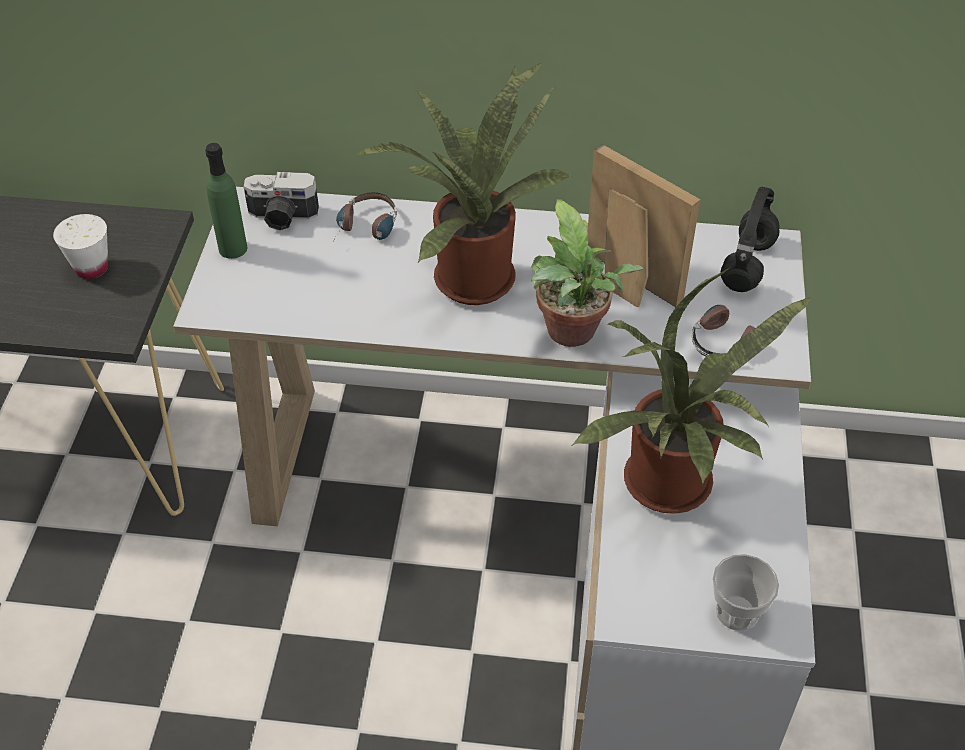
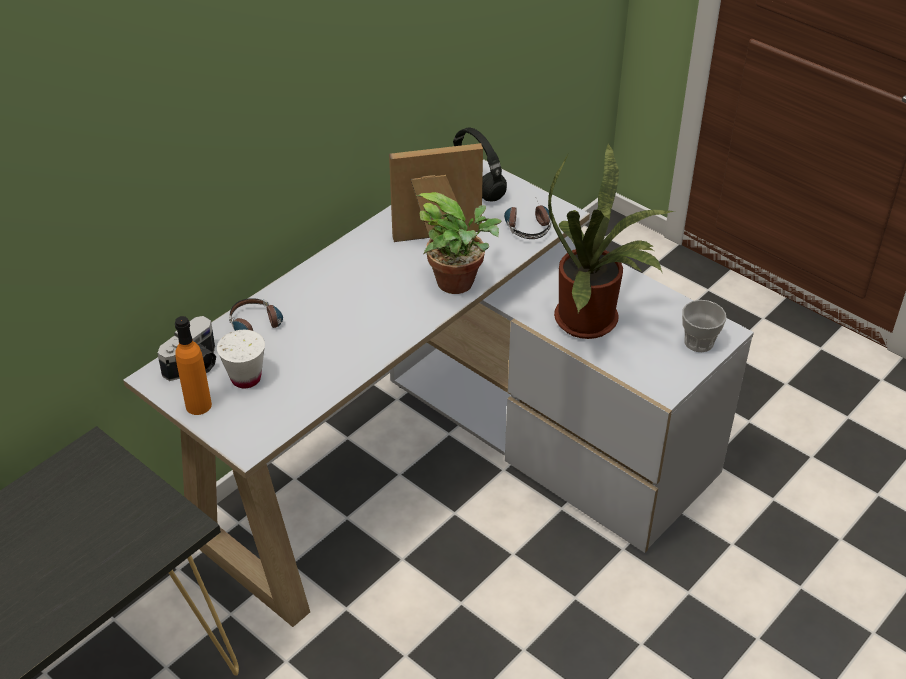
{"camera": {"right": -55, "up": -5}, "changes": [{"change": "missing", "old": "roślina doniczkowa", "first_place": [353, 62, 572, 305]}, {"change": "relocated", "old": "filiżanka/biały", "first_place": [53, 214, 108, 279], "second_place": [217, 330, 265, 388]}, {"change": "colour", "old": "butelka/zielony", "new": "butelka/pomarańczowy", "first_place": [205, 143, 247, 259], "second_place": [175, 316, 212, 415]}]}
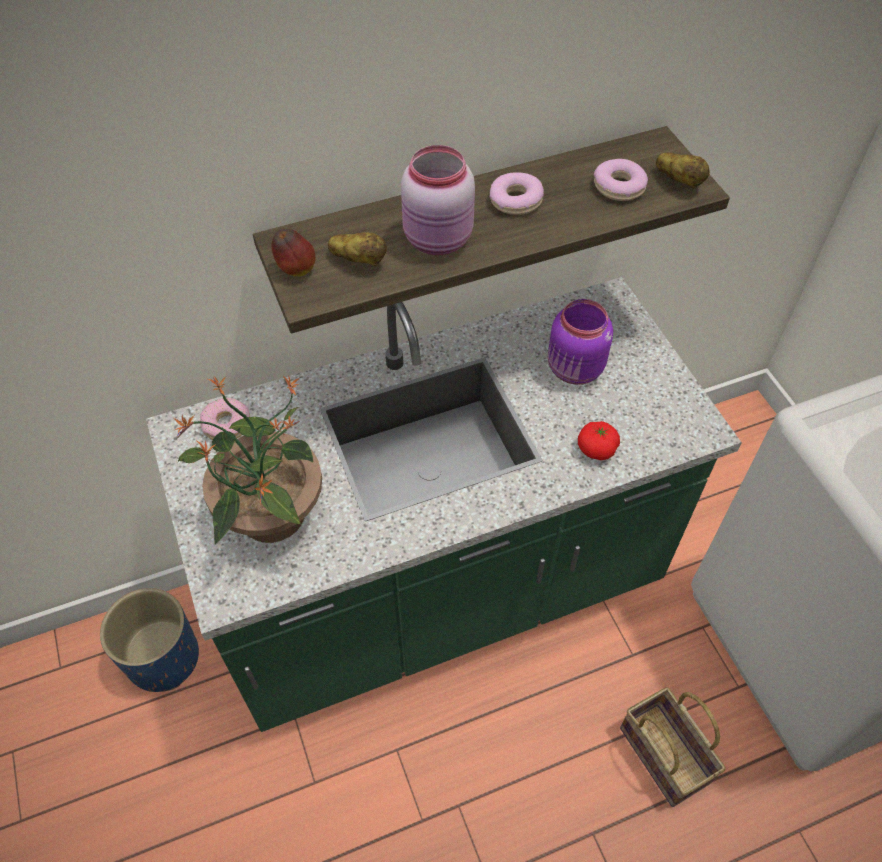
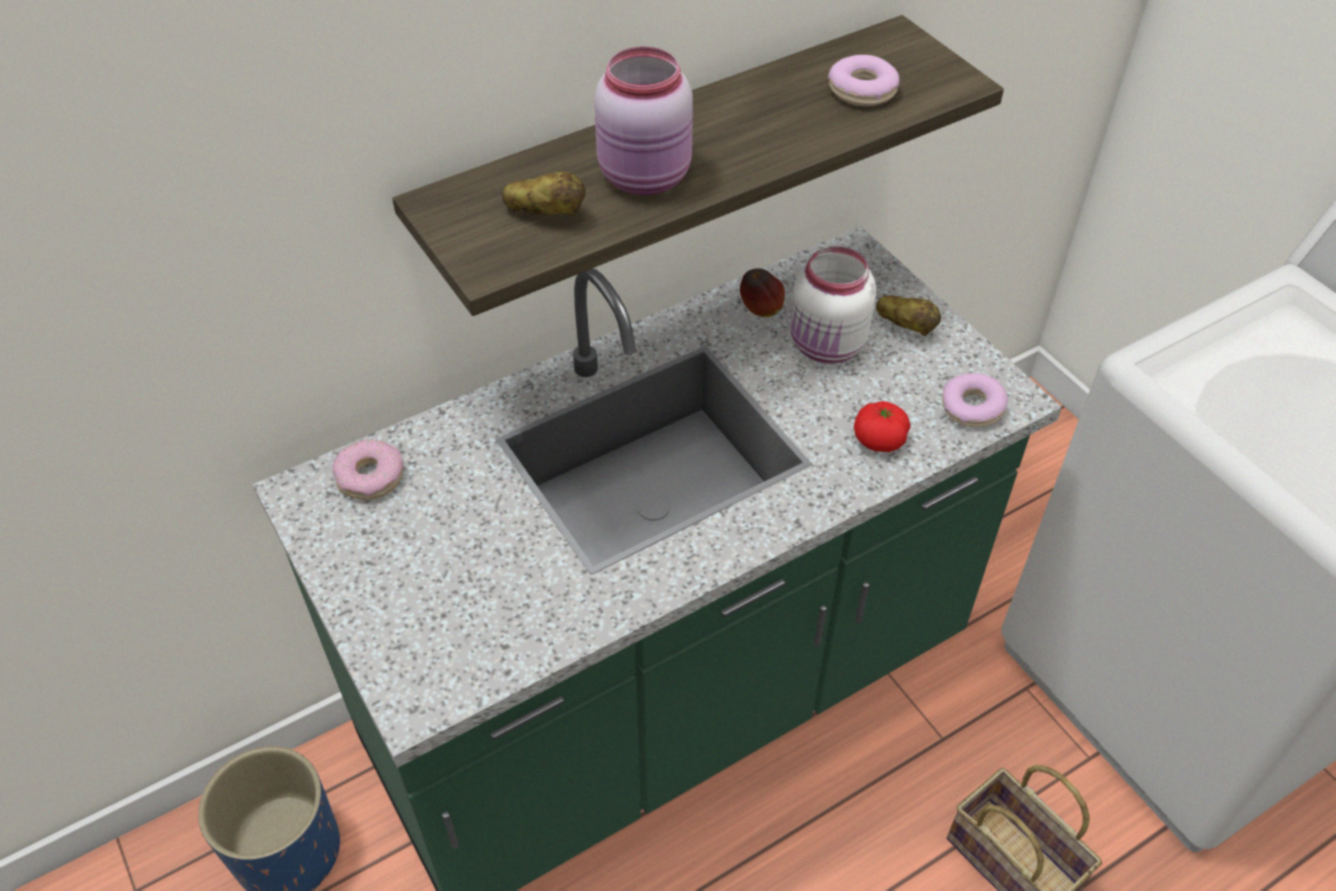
{"camera": {"right": -10, "up": -5}, "changes": [{"change": "missing", "old": "roślina doniczkowa", "first_place": [174, 375, 322, 545]}, {"change": "relocated", "old": "jabłko", "first_place": [271, 229, 316, 277], "second_place": [740, 268, 785, 317]}, {"change": "relocated", "old": "donut", "first_place": [489, 172, 544, 215], "second_place": [942, 373, 1008, 427]}, {"change": "relocated", "old": "ziemniak", "first_place": [656, 153, 710, 188], "second_place": [876, 295, 941, 336]}, {"change": "colour", "old": "słoik/fioletowy", "new": "słoik/biały", "first_place": [548, 299, 613, 385], "second_place": [790, 246, 876, 364]}]}
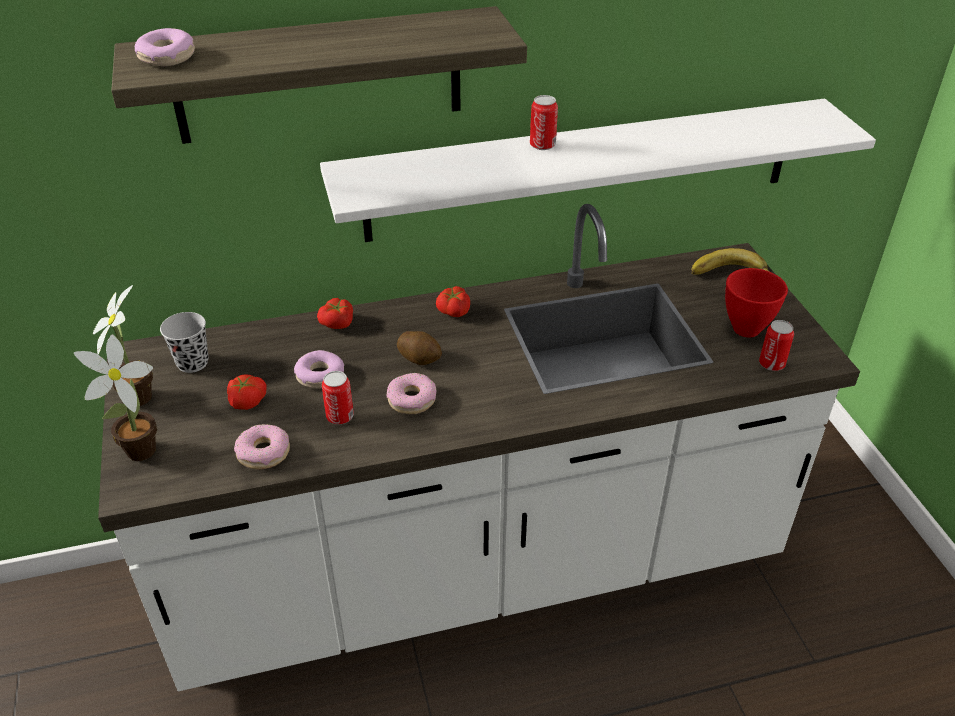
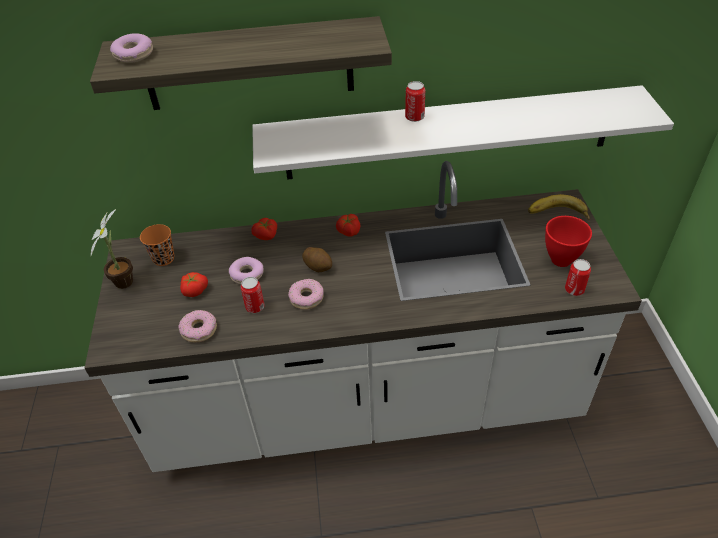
{"camera": {"right": 10, "up": 5}, "changes": [{"change": "missing", "old": "roślina doniczkowa", "first_place": [73, 334, 157, 461]}, {"change": "colour", "old": "filiżanka/czarny", "new": "filiżanka/pomarańczowy", "first_place": [160, 312, 208, 373], "second_place": [140, 224, 174, 266]}]}
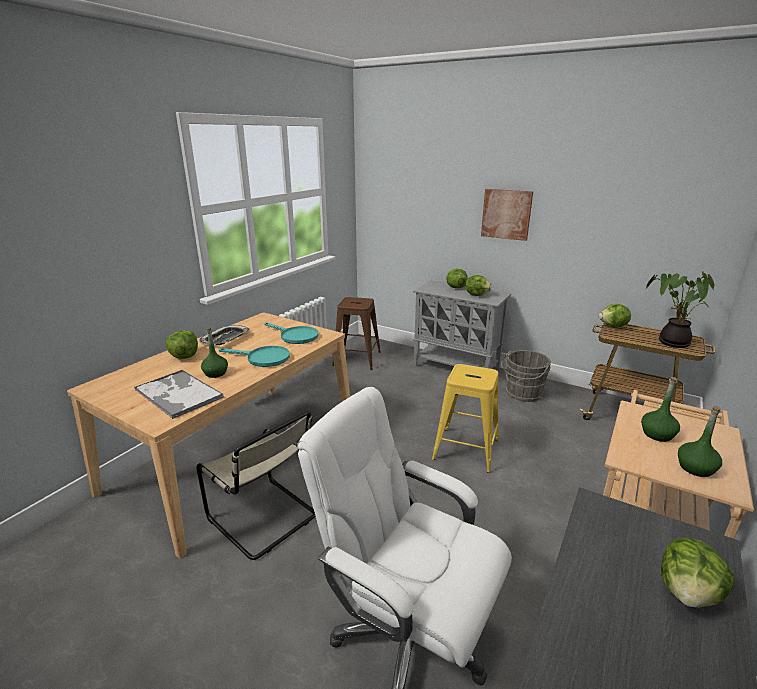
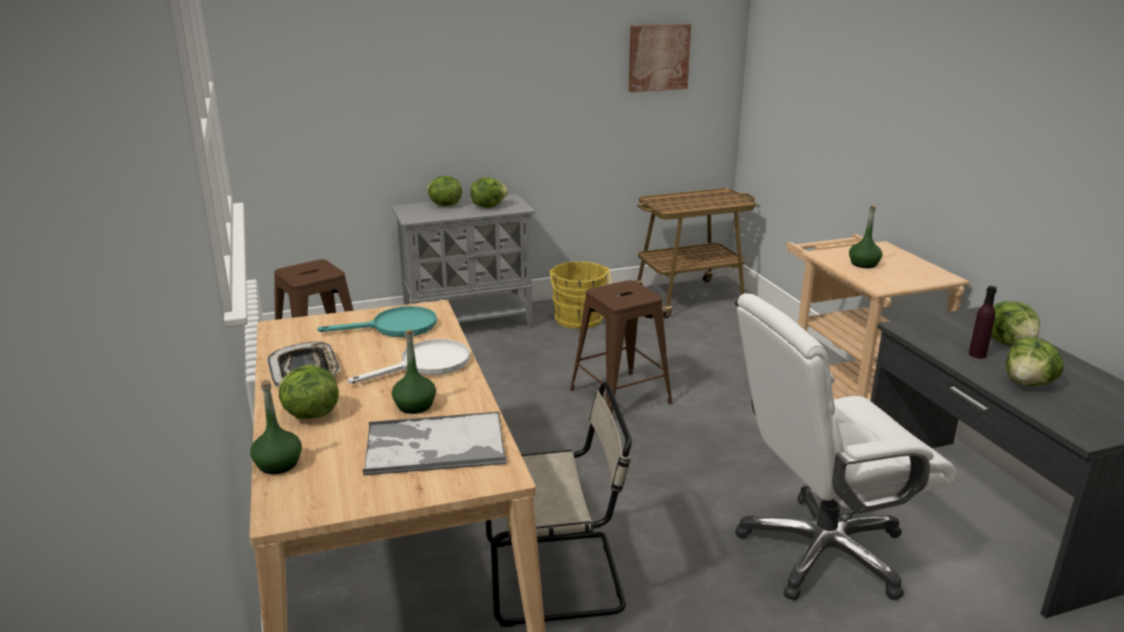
{"camera": {"right": -50, "up": 0}, "changes": [{"change": "missing", "old": "roślina doniczkowa", "first_place": [646, 271, 714, 348]}, {"change": "appeared", "new": "butelka/fioletowy", "second_place": [969, 286, 997, 359]}, {"change": "relocated", "old": "obraz", "first_place": [481, 189, 533, 241], "second_place": [629, 24, 691, 92]}, {"change": "relocated", "old": "sałata", "first_place": [599, 304, 631, 327], "second_place": [1006, 337, 1064, 386]}, {"change": "relocated", "old": "butelka/zielony", "first_place": [678, 406, 722, 477], "second_place": [250, 380, 302, 474]}, {"change": "colour", "old": "patelnia/turkusowy", "new": "patelnia/biały", "first_place": [219, 346, 290, 367], "second_place": [348, 339, 470, 384]}, {"change": "colour", "old": "stołek/żółty", "new": "stołek/brązowy", "first_place": [432, 364, 499, 473], "second_place": [570, 280, 672, 414]}, {"change": "colour", "old": "wiadro/szary", "new": "wiadro/żółty", "first_place": [501, 350, 551, 402], "second_place": [550, 261, 611, 329]}]}
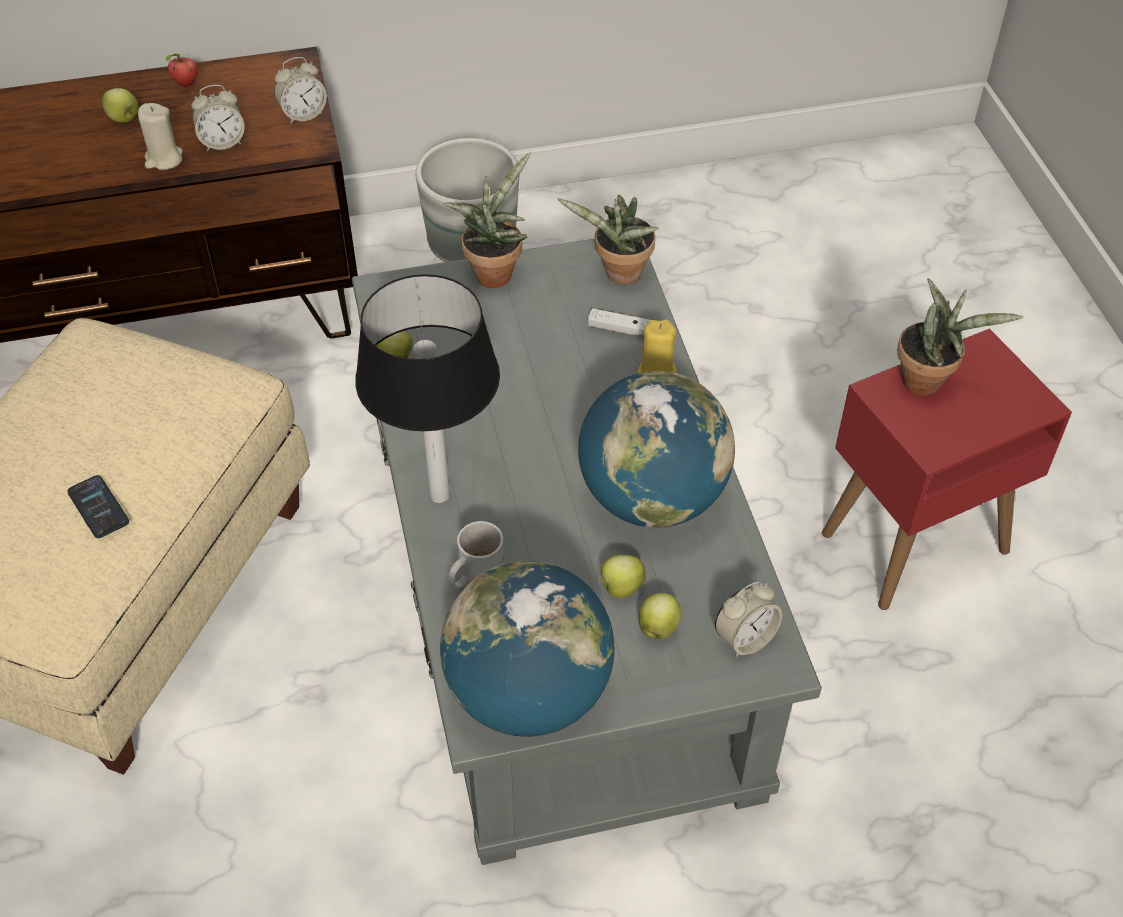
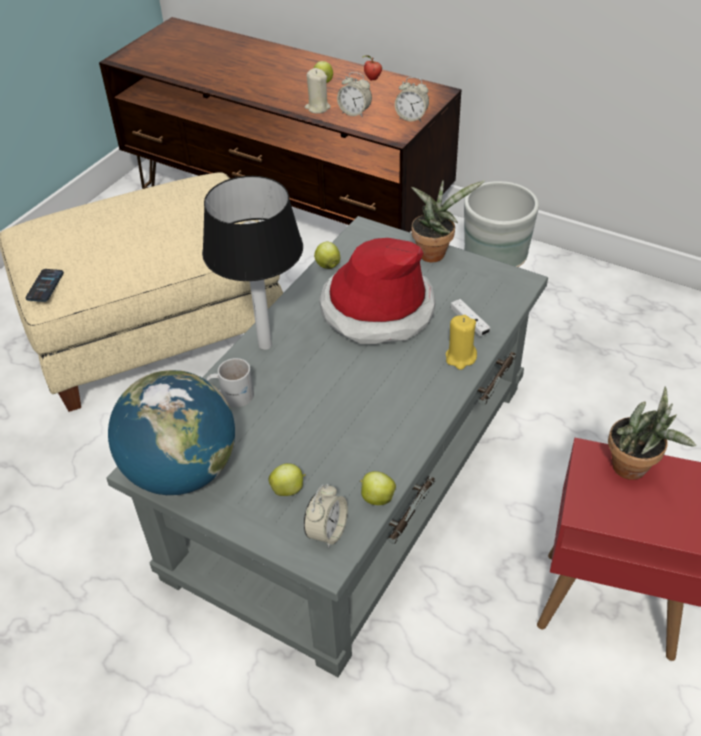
{"camera": {"right": 45, "up": -5}, "changes": [{"change": "missing", "old": "roślina doniczkowa", "first_place": [557, 195, 659, 284]}, {"change": "missing", "old": "globus", "first_place": [578, 371, 735, 528]}, {"change": "appeared", "new": "kapelusz", "second_place": [319, 238, 436, 344]}, {"change": "relocated", "old": "telefon", "first_place": [67, 475, 129, 538], "second_place": [25, 269, 64, 302]}, {"change": "relocated", "old": "jabłko", "first_place": [597, 555, 645, 598], "second_place": [360, 471, 396, 505]}, {"change": "spun", "old": "budzik", "first_place": [715, 581, 782, 657], "second_place": [304, 484, 348, 548], "degrees": -75}]}
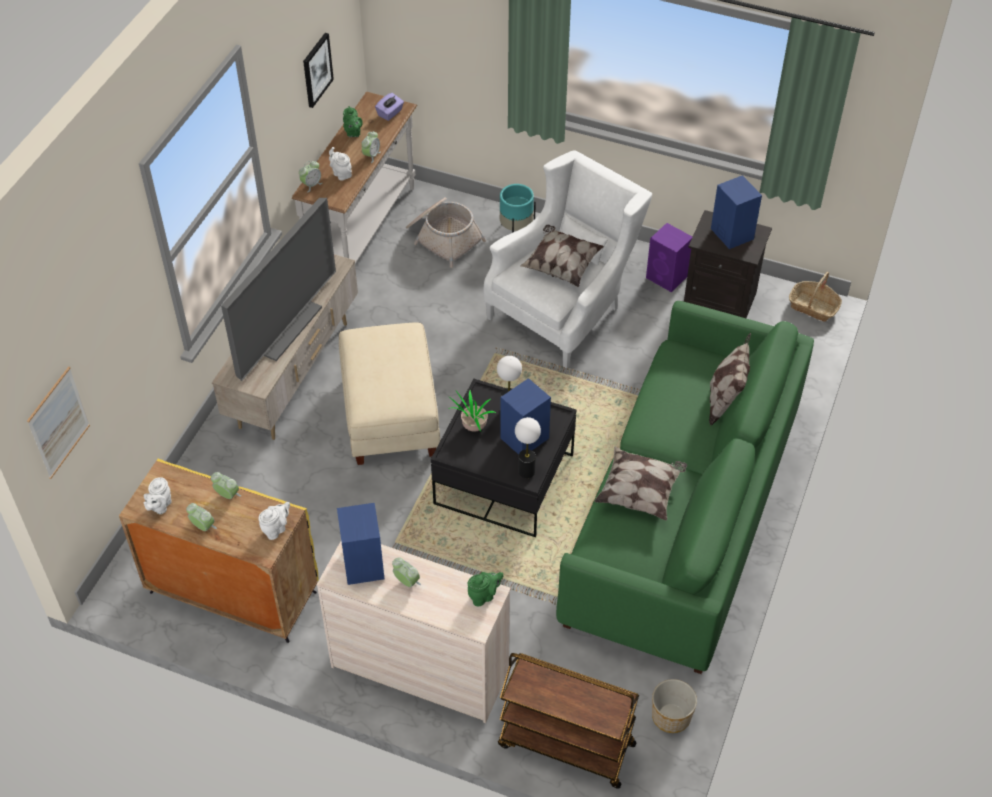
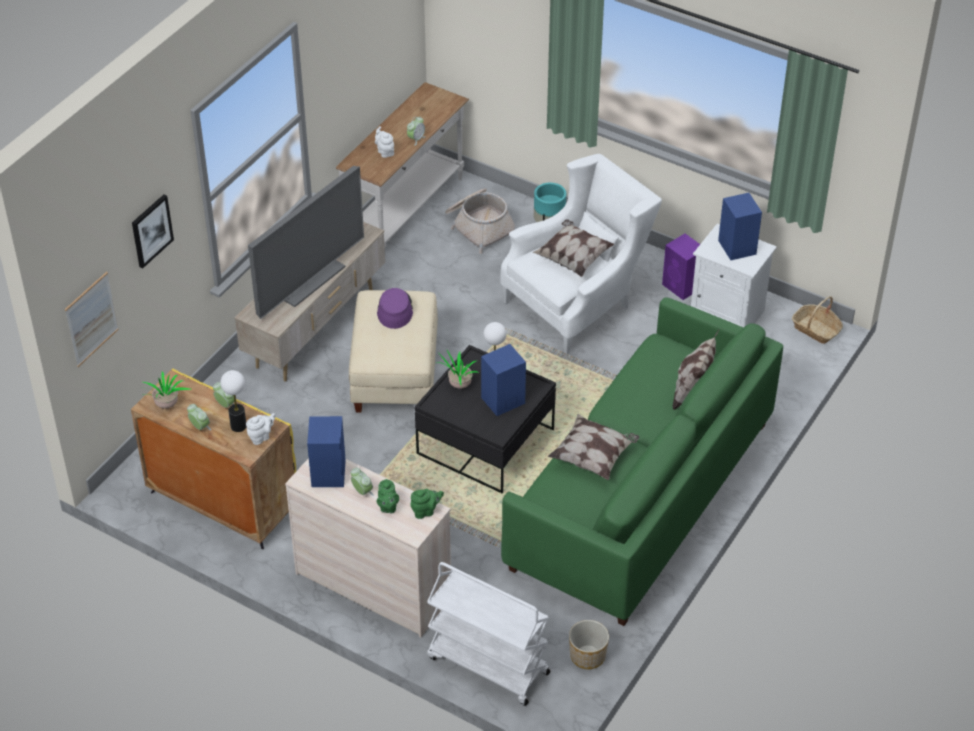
{"camera": {"right": 10, "up": -5}, "changes": [{"change": "missing", "old": "budzik", "first_place": [299, 161, 322, 193]}, {"change": "missing", "old": "pudełko chusteczek/fioletowy", "first_place": [375, 93, 404, 121]}, {"change": "appeared", "new": "kapelusz/fioletowy", "second_place": [377, 288, 413, 329]}, {"change": "relocated", "old": "obraz", "first_place": [303, 33, 334, 108], "second_place": [132, 195, 174, 268]}, {"change": "relocated", "old": "imbryk/zielony", "first_place": [343, 106, 363, 137], "second_place": [376, 479, 399, 513]}, {"change": "relocated", "old": "lampa stołowa", "first_place": [515, 417, 541, 478], "second_place": [220, 370, 247, 432]}, {"change": "exchanged", "old": "imbryk/biały", "new": "roślina doniczkowa", "first_place": [144, 477, 172, 514], "second_place": [140, 371, 190, 409]}, {"change": "colour", "old": "wózek/brązowy", "new": "wózek/biały", "first_place": [498, 653, 639, 788], "second_place": [427, 562, 550, 706]}, {"change": "colour", "old": "szafka nocna/czarny", "new": "szafka nocna/biały", "first_place": [684, 210, 772, 318], "second_place": [691, 224, 777, 327]}]}
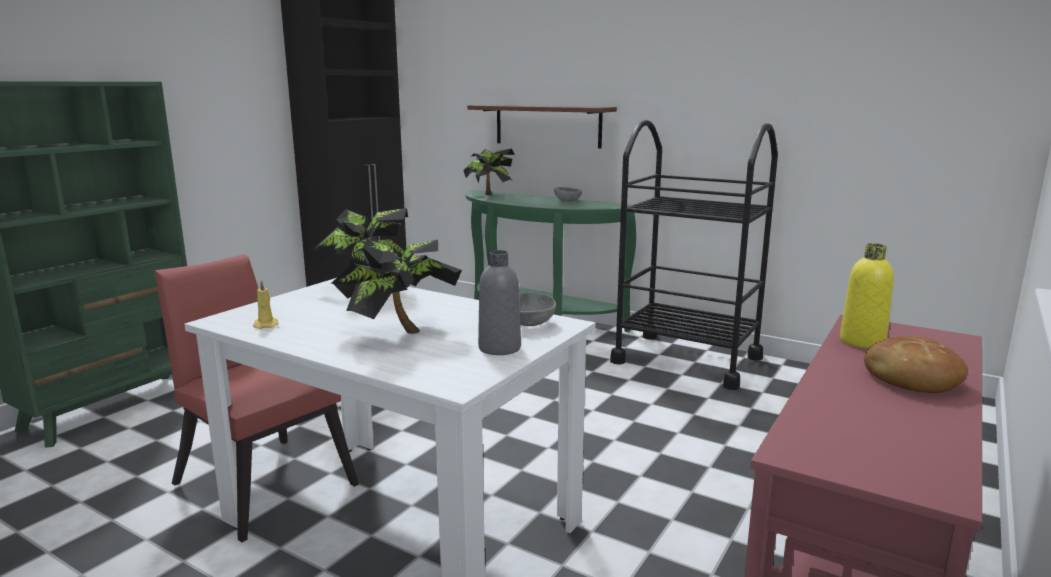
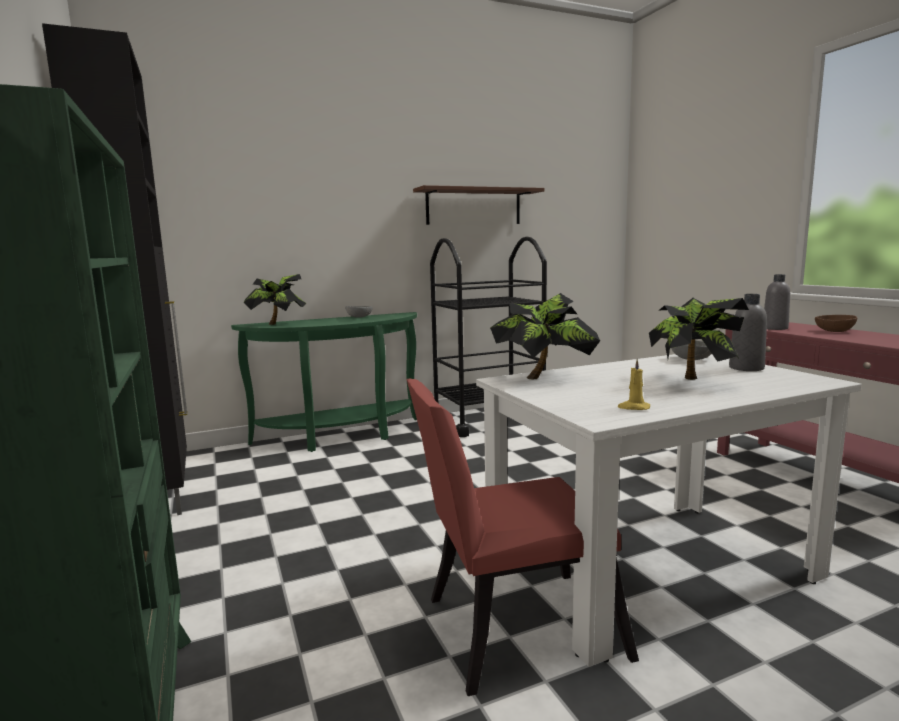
{"camera": {"right": -55, "up": -5}, "changes": [{"change": "relocated", "old": "półka/brązowy", "first_place": [467, 105, 617, 149], "second_place": [413, 185, 544, 225]}, {"change": "exchanged", "old": "chleb", "new": "miska/brązowy", "first_place": [864, 336, 968, 393], "second_place": [815, 315, 857, 332]}, {"change": "colour", "old": "butelka/żółty", "new": "butelka/szary", "first_place": [840, 243, 894, 349], "second_place": [764, 274, 790, 330]}]}
